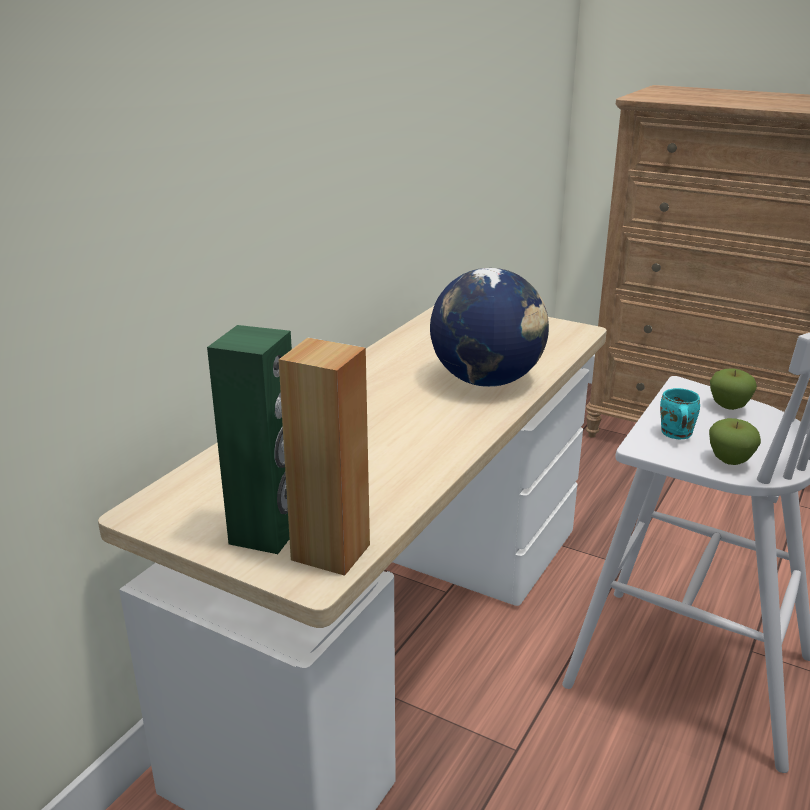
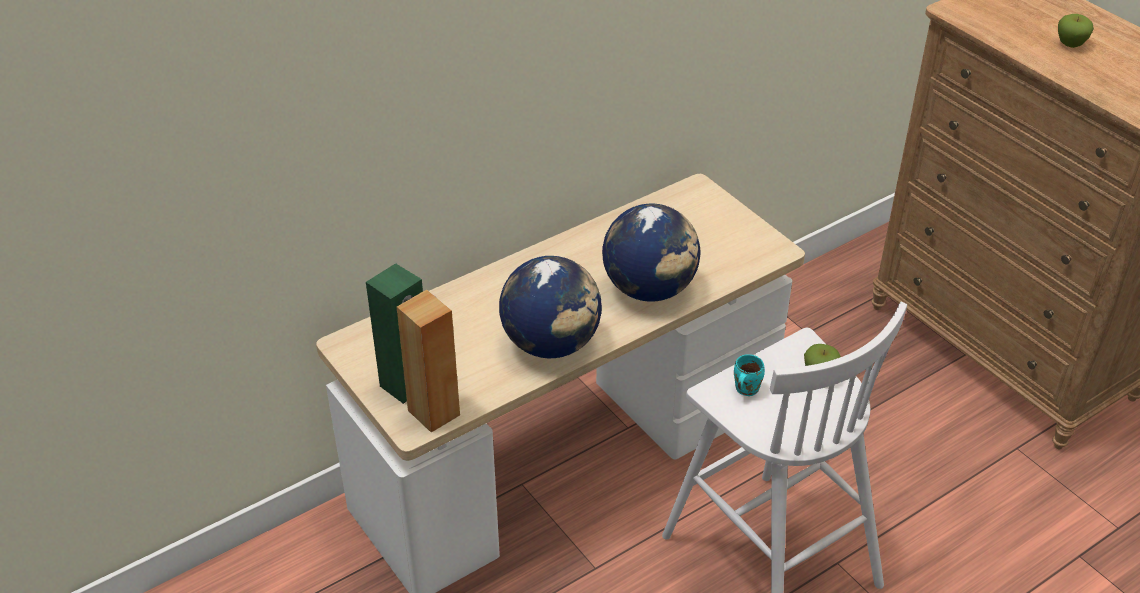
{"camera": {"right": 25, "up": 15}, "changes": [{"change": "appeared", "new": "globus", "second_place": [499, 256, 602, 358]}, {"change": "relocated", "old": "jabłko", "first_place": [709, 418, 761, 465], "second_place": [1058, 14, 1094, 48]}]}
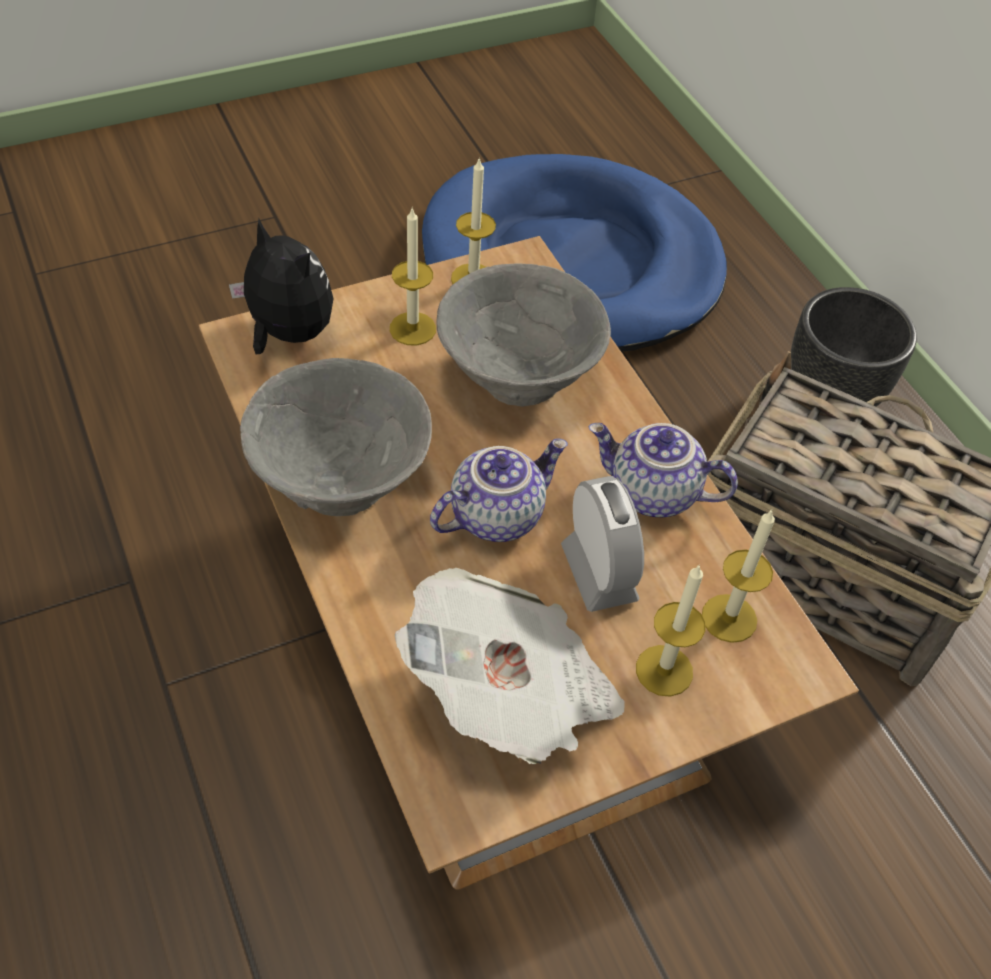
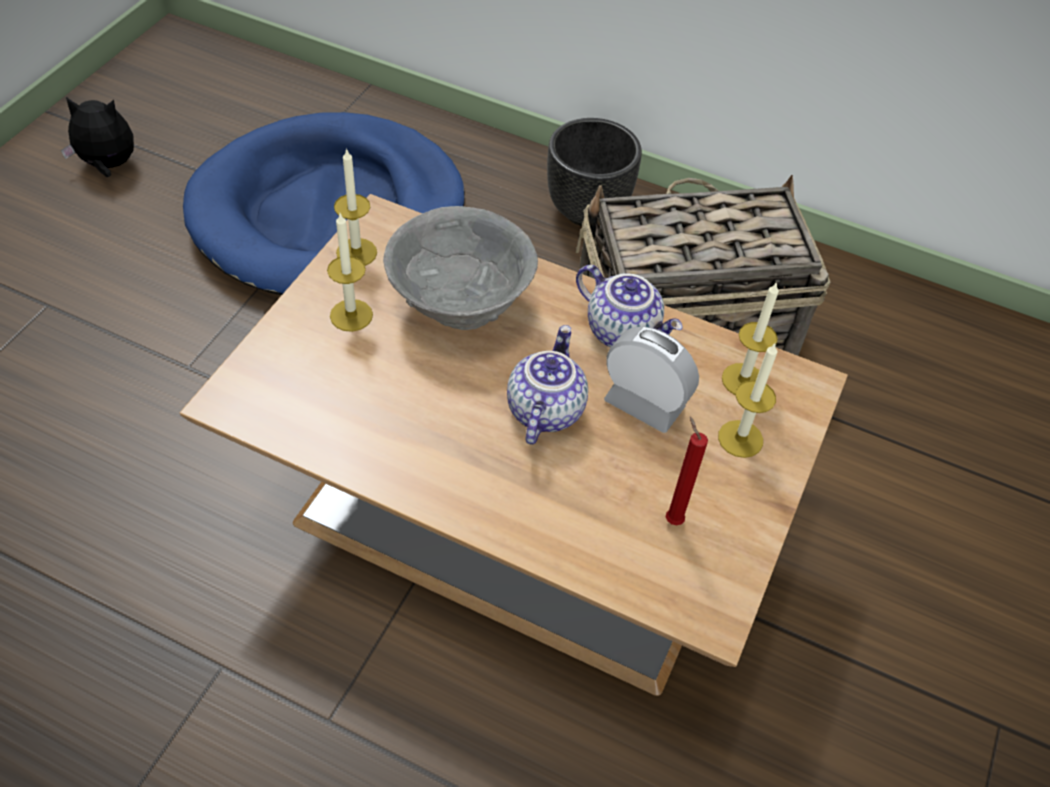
{"camera": {"right": -40, "up": 0}, "changes": [{"change": "missing", "old": "miska/szary", "first_place": [240, 358, 432, 516]}, {"change": "relocated", "old": "pluszak", "first_place": [229, 218, 334, 354], "second_place": [61, 97, 134, 177]}, {"change": "exchanged", "old": "gazeta", "new": "świeca/czerwony", "first_place": [395, 568, 625, 764], "second_place": [666, 417, 708, 525]}, {"change": "spun", "old": "imbryk", "first_place": [589, 423, 738, 517], "second_place": [576, 265, 683, 347], "degrees": -120}]}
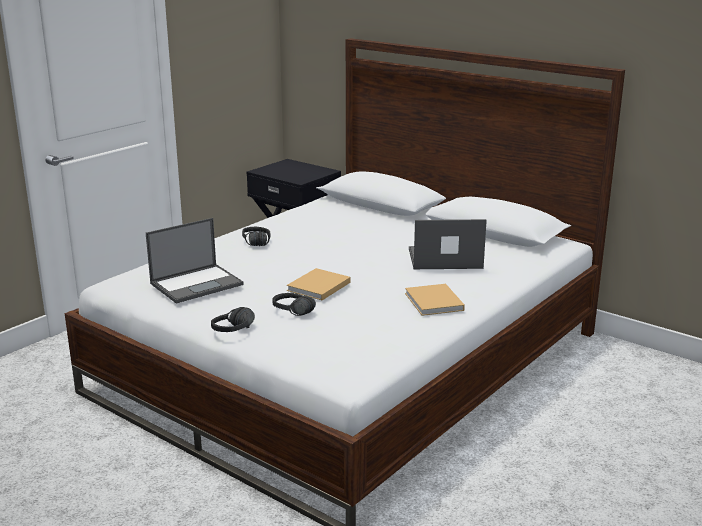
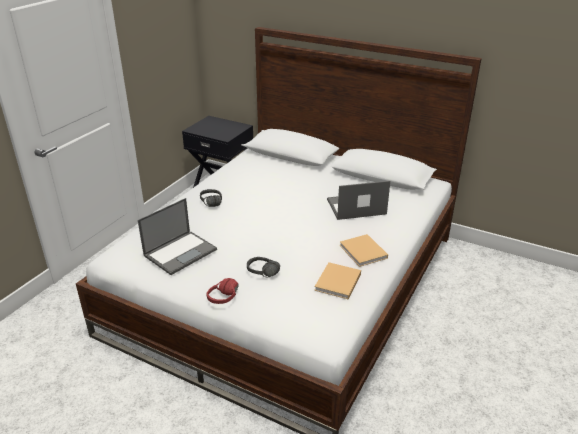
{"camera": {"right": -10, "up": 10}, "changes": [{"change": "relocated", "old": "książka/beżowy", "first_place": [287, 268, 351, 300], "second_place": [314, 262, 361, 300]}, {"change": "colour", "old": "słuchawki/czarny", "new": "słuchawki/czerwony", "first_place": [211, 307, 255, 332], "second_place": [206, 278, 239, 304]}]}
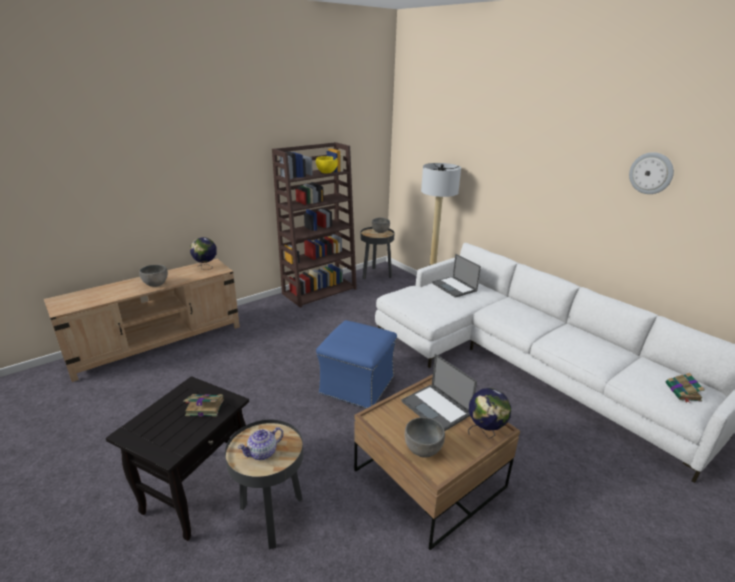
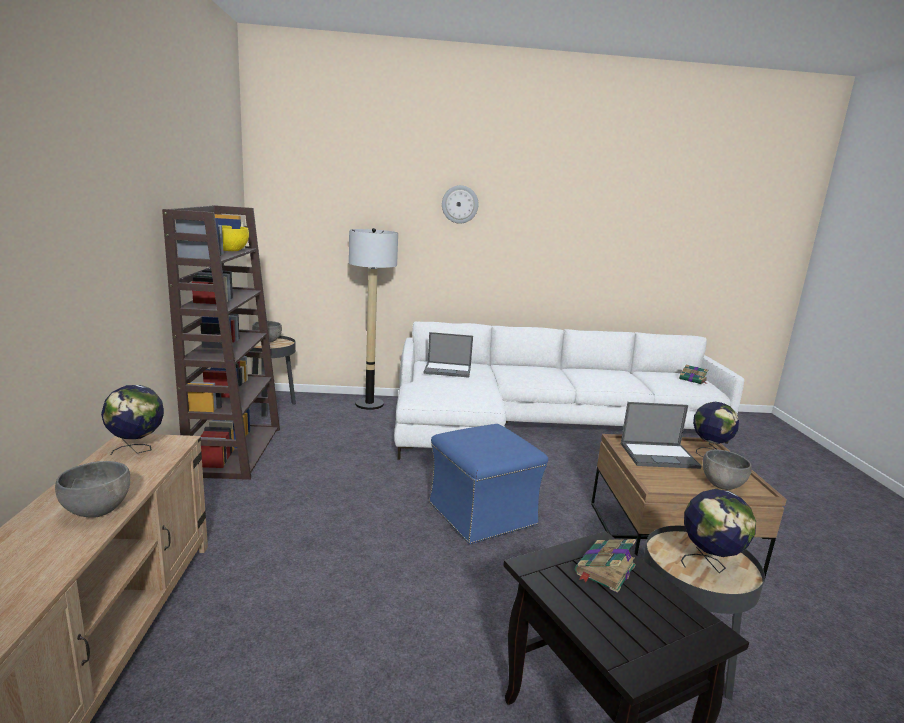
{"camera": {"right": -55, "up": -10}, "changes": [{"change": "relocated", "old": "zegar ścienny", "first_place": [629, 152, 674, 194], "second_place": [442, 185, 479, 223]}, {"change": "exchanged", "old": "imbryk", "new": "globus", "first_place": [238, 427, 283, 460], "second_place": [681, 489, 756, 573]}]}
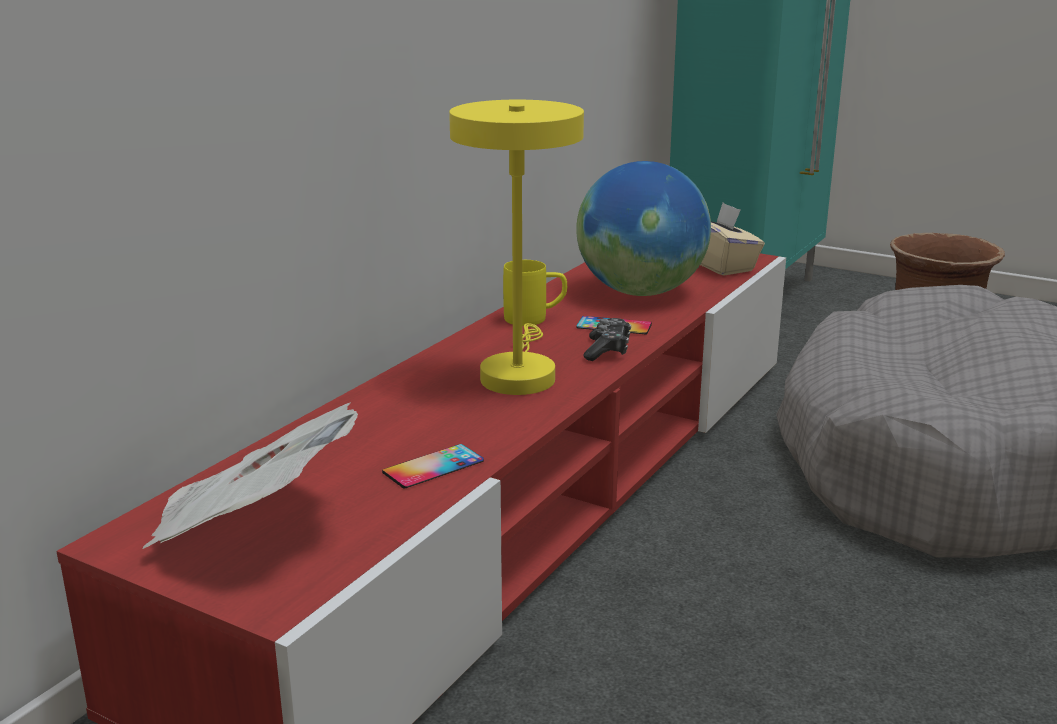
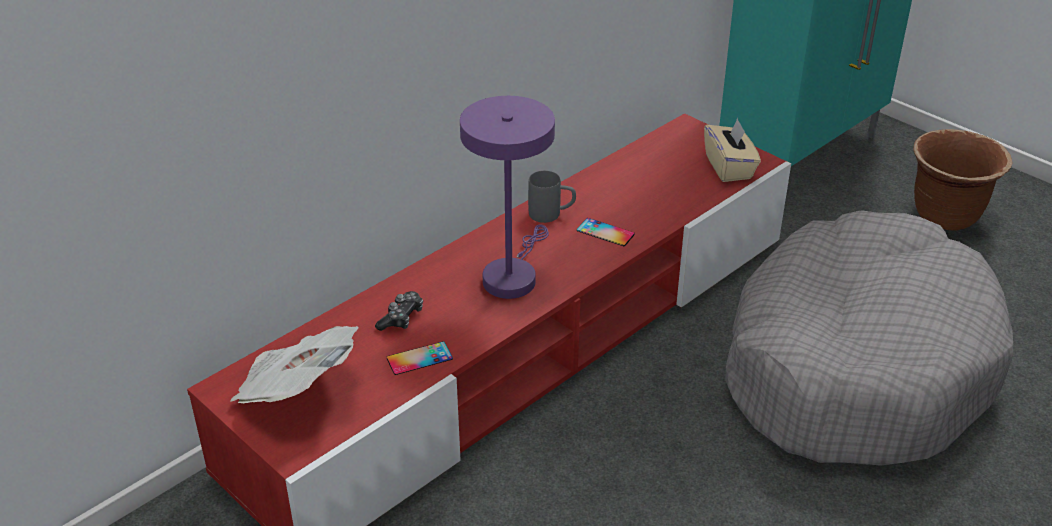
{"camera": {"right": 15, "up": 15}, "changes": [{"change": "missing", "old": "globus", "first_place": [576, 161, 711, 296]}, {"change": "relocated", "old": "pad do gier", "first_place": [584, 318, 631, 361], "second_place": [375, 291, 423, 331]}, {"change": "colour", "old": "lampa stołowa/żółty", "new": "lampa stołowa/fioletowy", "first_place": [449, 100, 584, 395], "second_place": [460, 96, 555, 299]}, {"change": "colour", "old": "kubek/żółty", "new": "kubek/szary", "first_place": [503, 260, 567, 326], "second_place": [528, 171, 576, 223]}]}
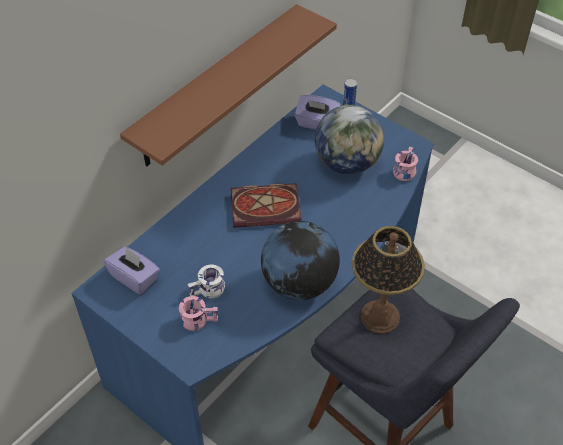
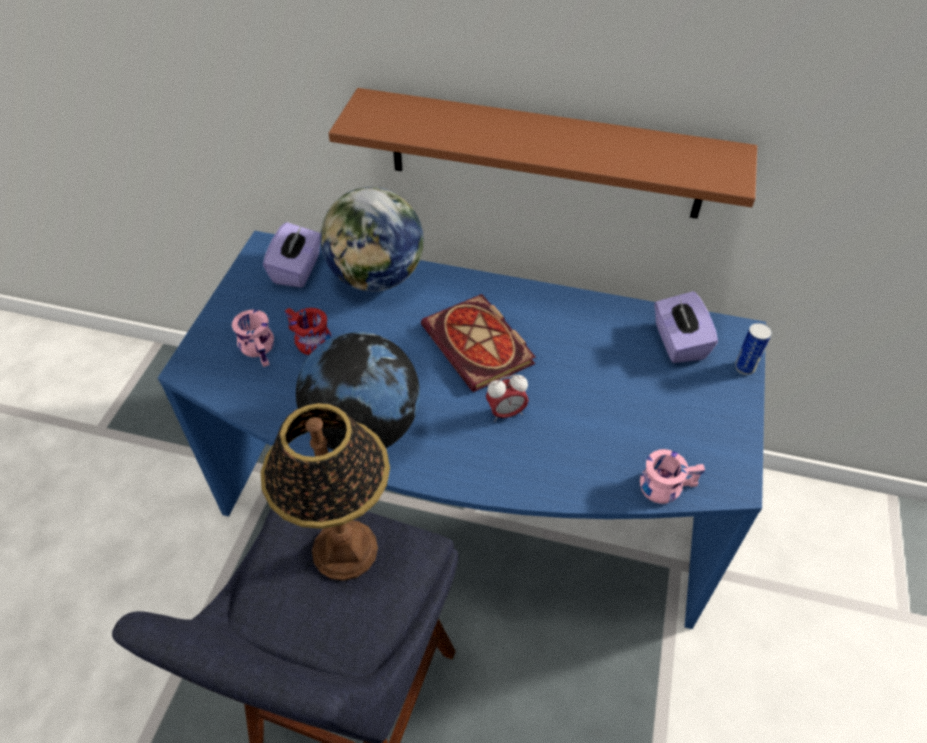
{"camera": {"right": 65, "up": 0}, "changes": [{"change": "appeared", "new": "budzik", "second_place": [486, 375, 529, 422]}, {"change": "relocated", "old": "globus", "first_place": [315, 105, 384, 175], "second_place": [320, 187, 424, 292]}, {"change": "colour", "old": "kubek/biały", "new": "kubek/czerwony", "first_place": [188, 264, 225, 298], "second_place": [285, 308, 331, 355]}]}
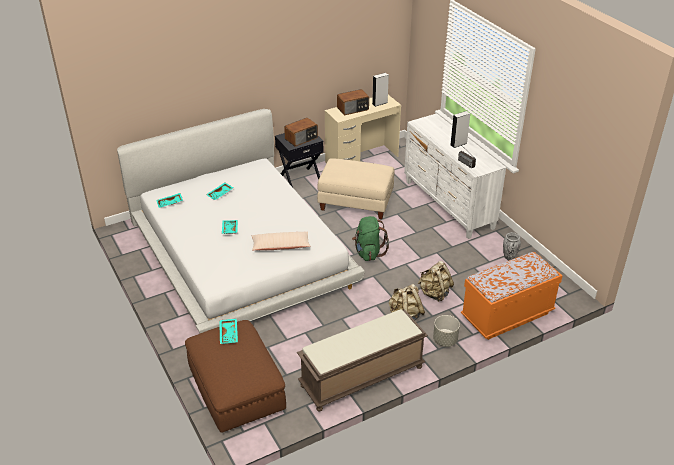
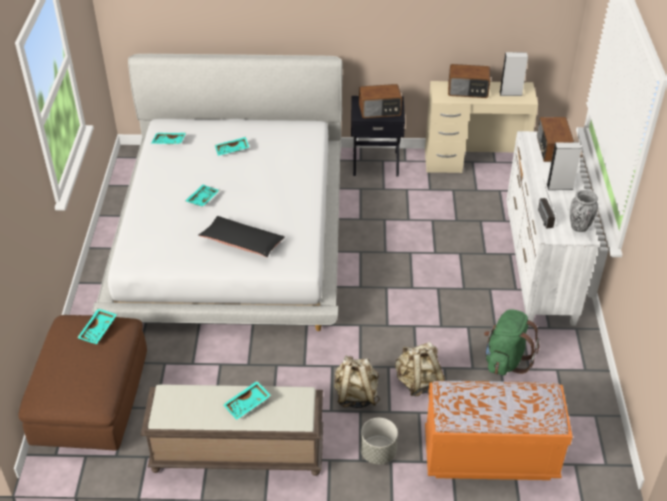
{"camera": {"right": 30, "up": 5}, "changes": [{"change": "missing", "old": "pufa/beżowy", "first_place": [317, 158, 395, 219]}, {"change": "appeared", "new": "taca/turkusowy", "second_place": [223, 381, 271, 420]}, {"change": "appeared", "new": "radio", "second_place": [537, 117, 574, 162]}, {"change": "relocated", "old": "plecak/zielony", "first_place": [352, 216, 389, 261], "second_place": [484, 309, 539, 376]}, {"change": "relocated", "old": "wazon", "first_place": [503, 232, 521, 260], "second_place": [570, 190, 598, 232]}, {"change": "colour", "old": "poduszka/beżowy", "new": "poduszka/czarny", "first_place": [252, 232, 310, 250], "second_place": [198, 216, 285, 257]}]}
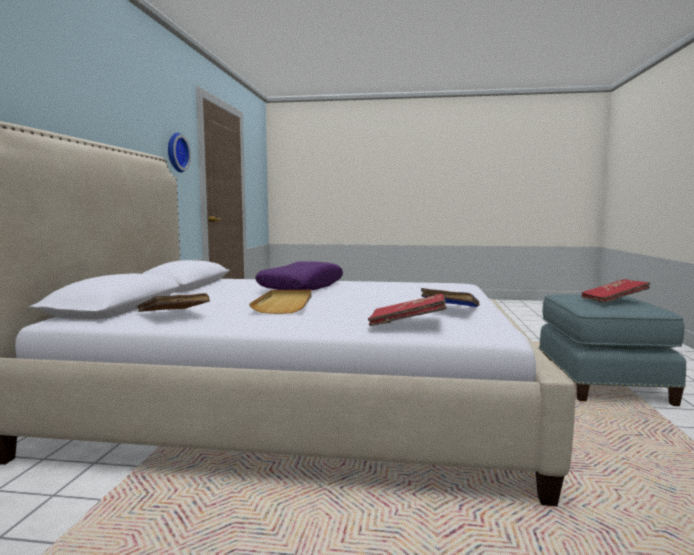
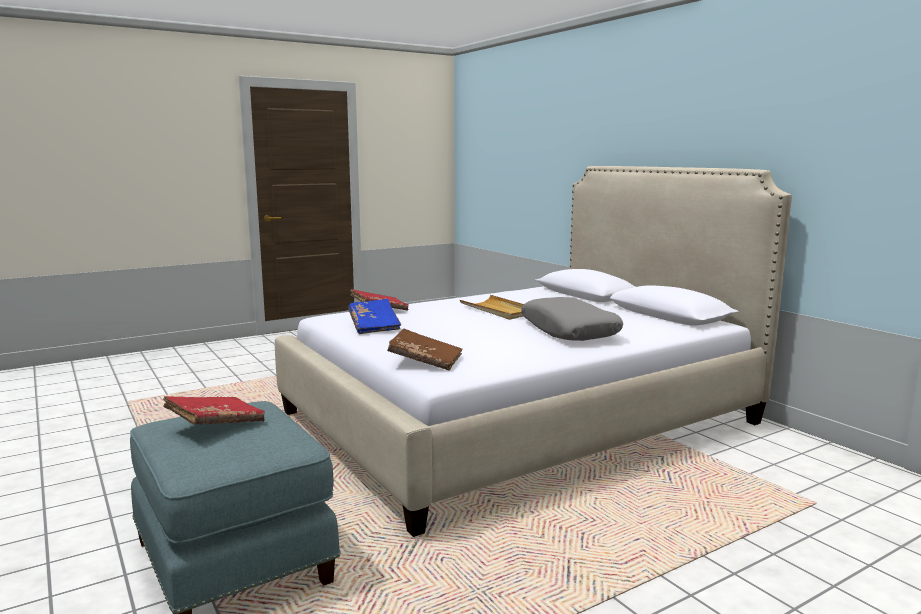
{"camera": {"right": 140, "up": 5}, "changes": [{"change": "missing", "old": "zegar ścienny", "first_place": [168, 133, 191, 172]}, {"change": "relocated", "old": "książka/brązowy", "first_place": [136, 293, 210, 312], "second_place": [387, 328, 462, 371]}, {"change": "colour", "old": "poduszka/fioletowy", "new": "poduszka/szary", "first_place": [255, 261, 343, 290], "second_place": [521, 297, 623, 341]}]}
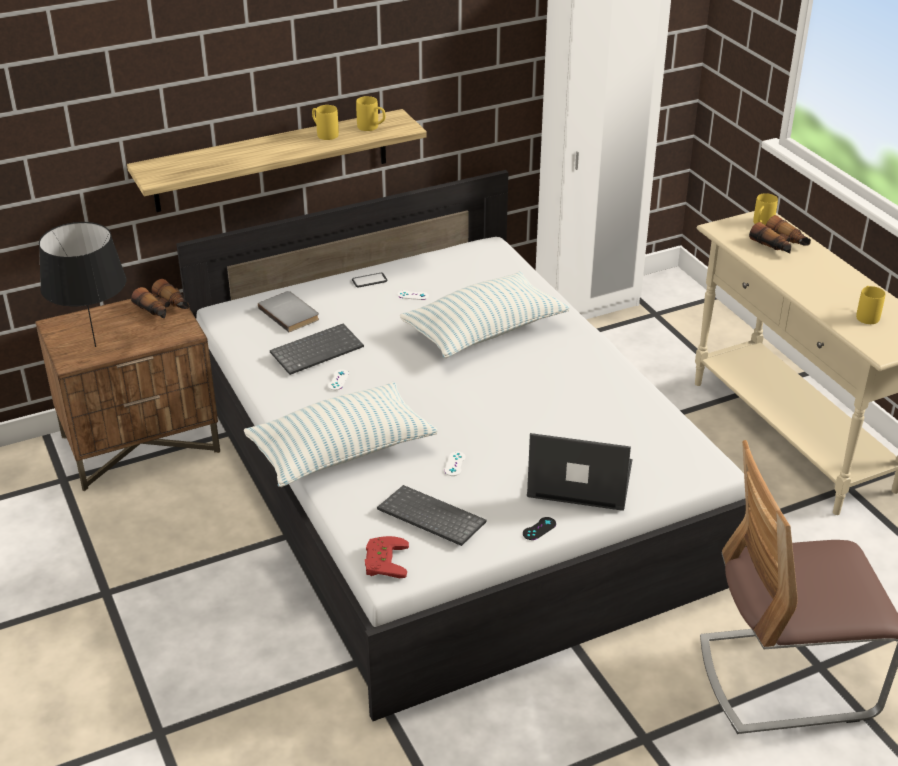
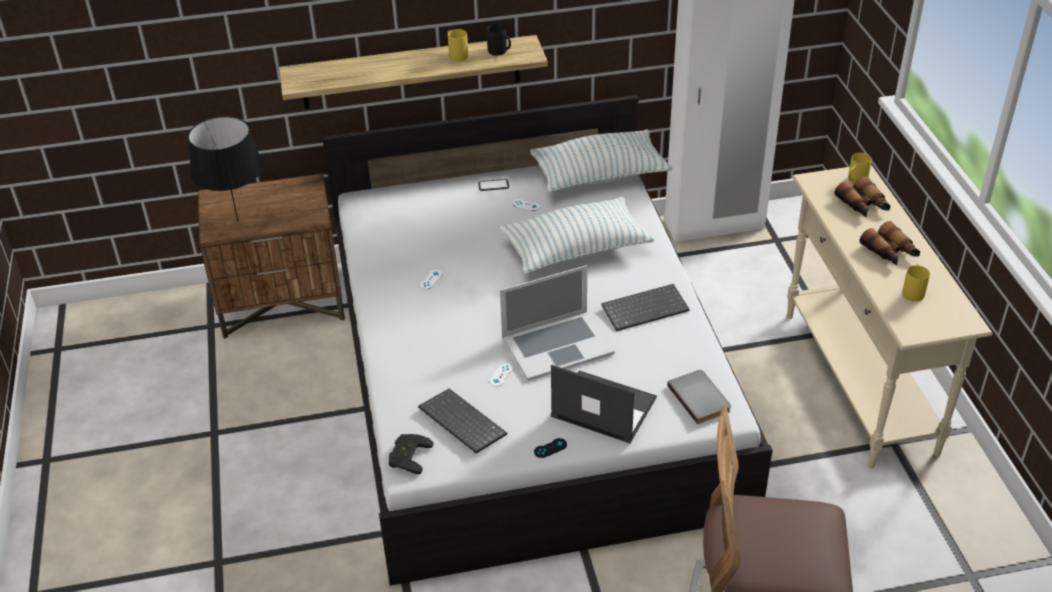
{"camera": {"right": 15, "up": 5}, "changes": [{"change": "appeared", "new": "laptop", "second_place": [500, 265, 615, 381]}, {"change": "relocated", "old": "lornetka", "first_place": [131, 279, 189, 319], "second_place": [860, 221, 920, 265]}, {"change": "relocated", "old": "poduszka", "first_place": [244, 382, 438, 487], "second_place": [530, 129, 672, 192]}, {"change": "relocated", "old": "książka/szary", "first_place": [258, 291, 319, 332], "second_place": [667, 370, 731, 424]}, {"change": "relocated", "old": "klawiatura", "first_place": [270, 324, 364, 375], "second_place": [601, 284, 690, 331]}, {"change": "colour", "old": "kubek/żółty", "new": "kubek/czarny", "first_place": [356, 96, 386, 131], "second_place": [487, 23, 511, 56]}, {"change": "colour", "old": "pad do gier/czerwony", "new": "pad do gier/czarny", "first_place": [365, 536, 409, 578], "second_place": [389, 434, 434, 474]}]}
